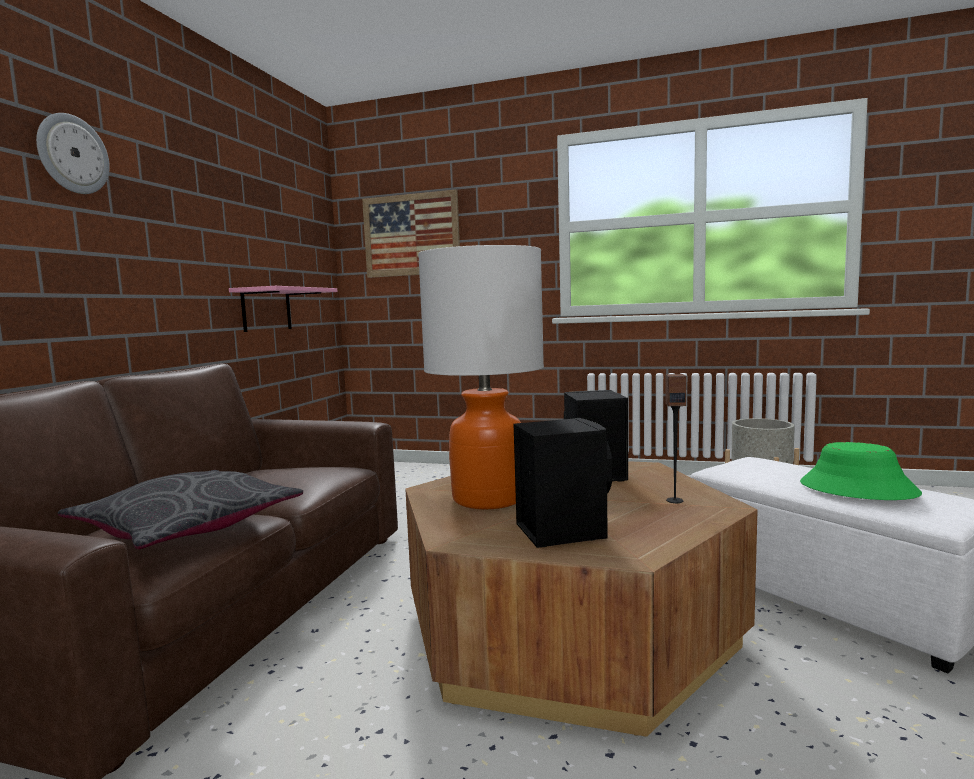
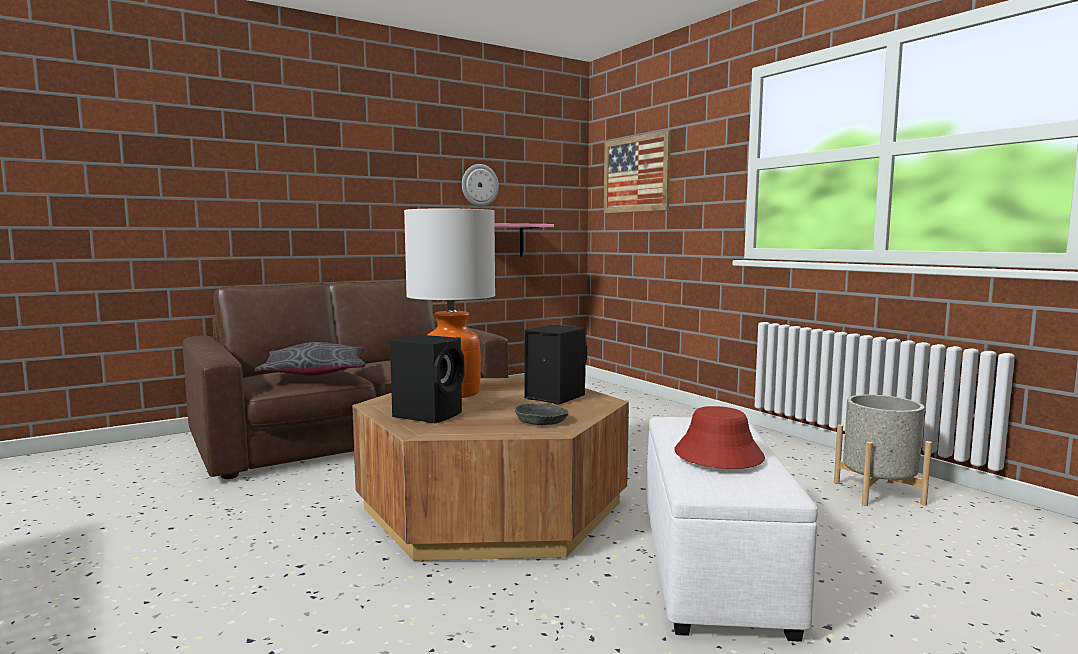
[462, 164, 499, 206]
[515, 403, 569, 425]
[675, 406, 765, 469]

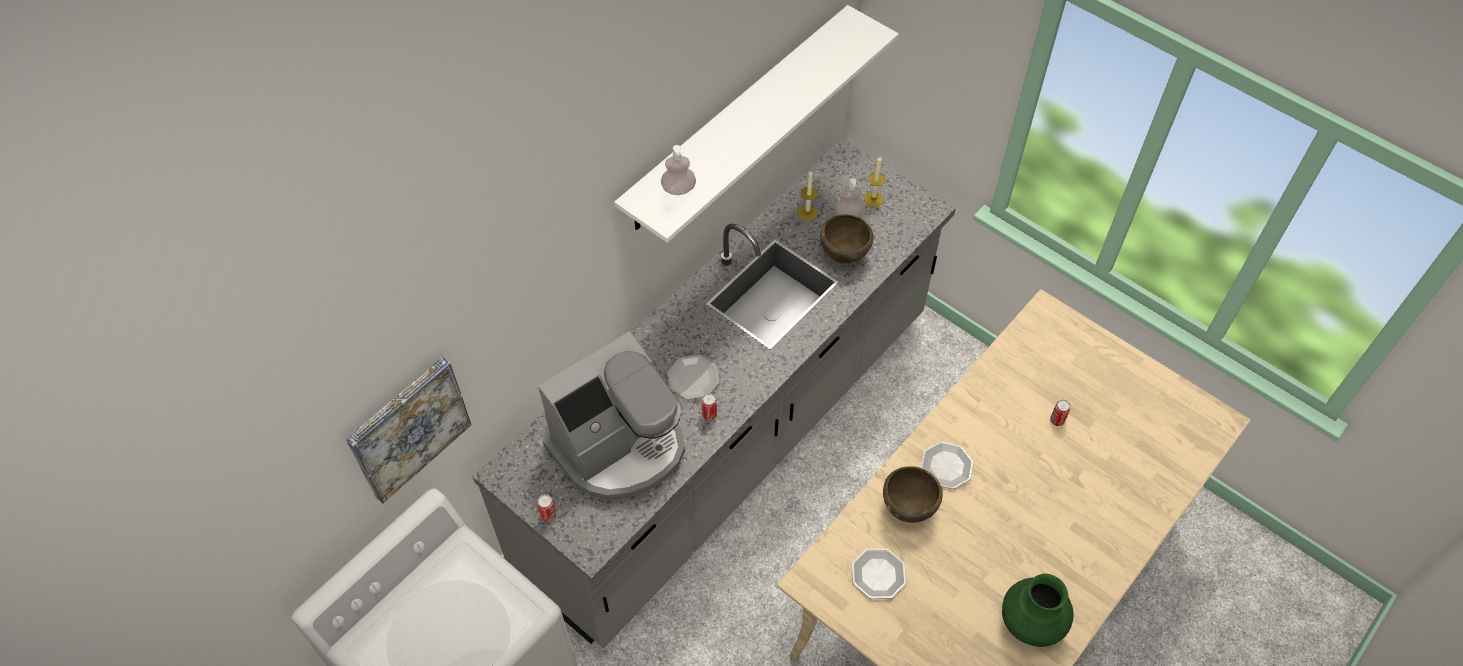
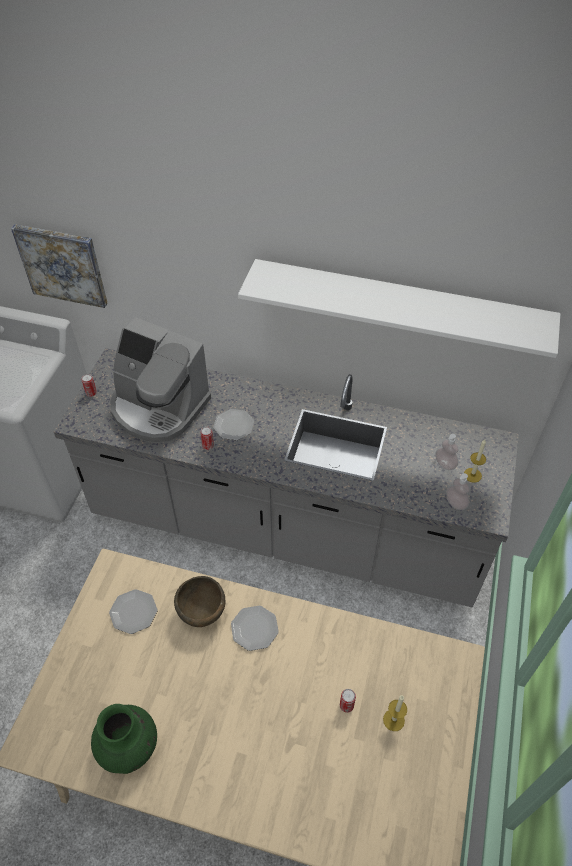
[820, 215, 873, 263] (first image)
[446, 473, 470, 510]
[383, 695, 407, 731]

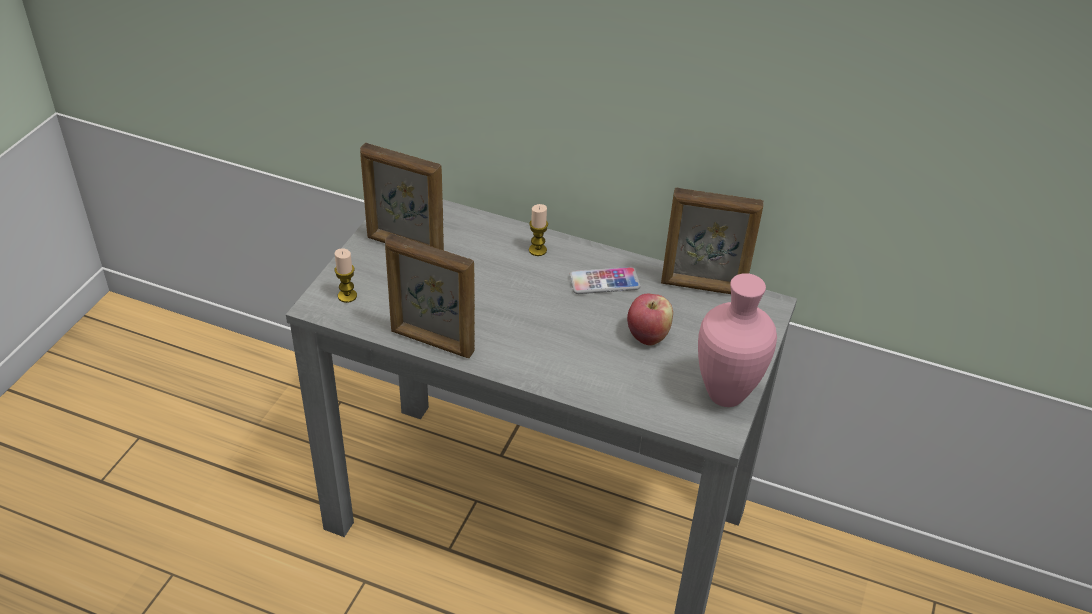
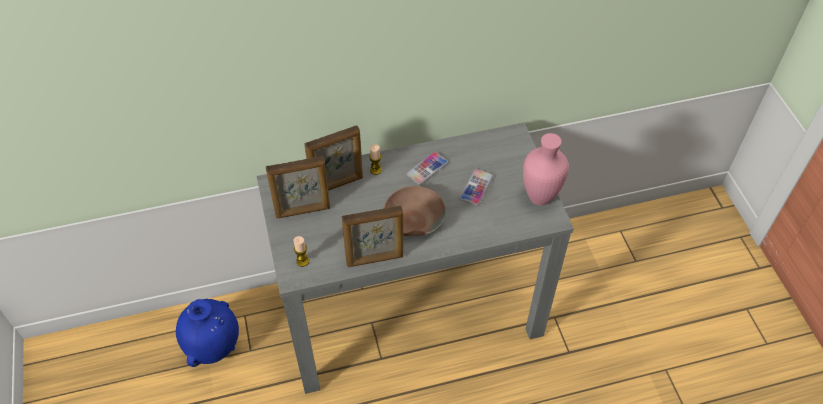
[176, 299, 239, 367]
[384, 186, 446, 236]
[304, 126, 363, 191]
[459, 169, 493, 206]

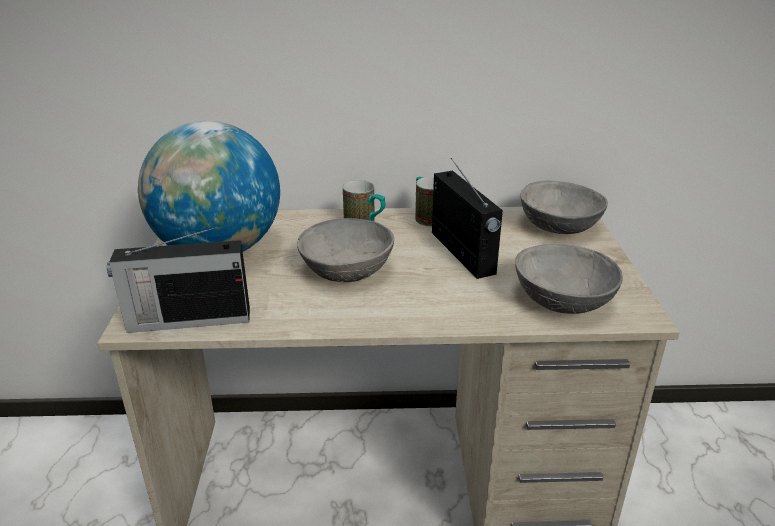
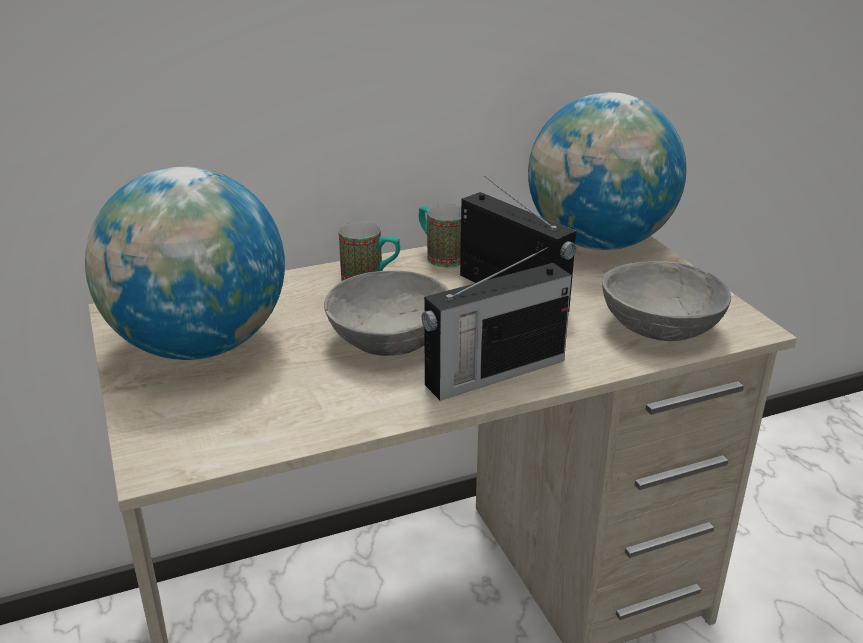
[422, 247, 572, 401]
[528, 92, 687, 250]

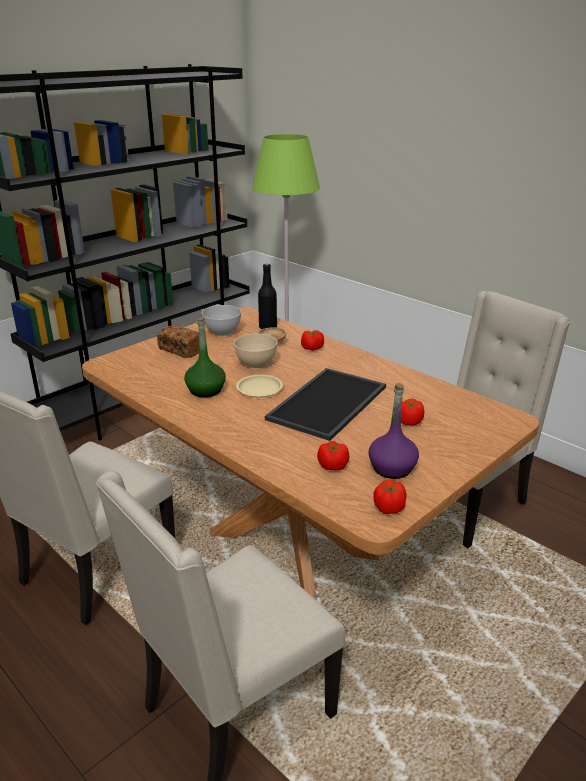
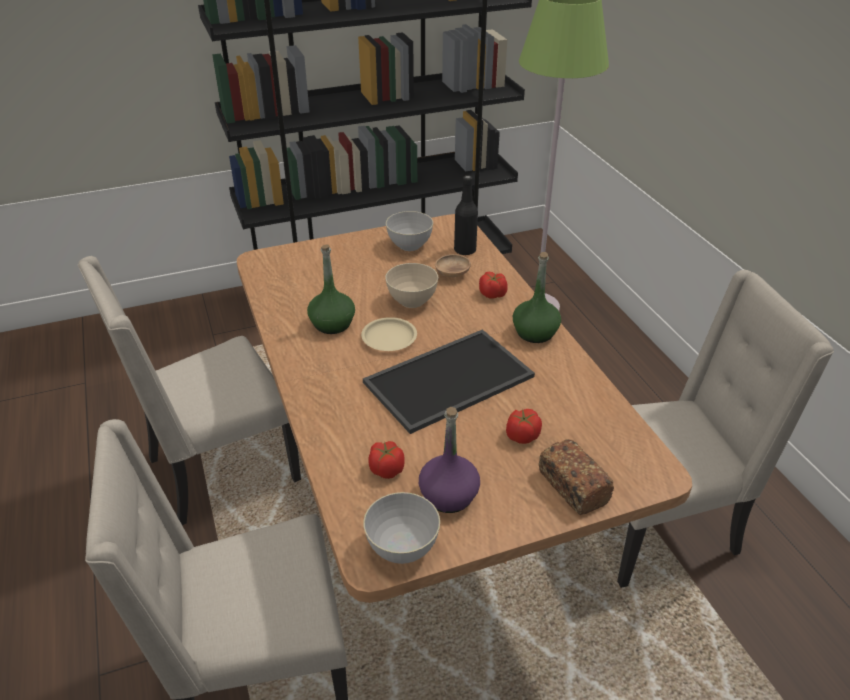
[513, 252, 561, 343]
[539, 439, 614, 515]
[363, 492, 440, 564]

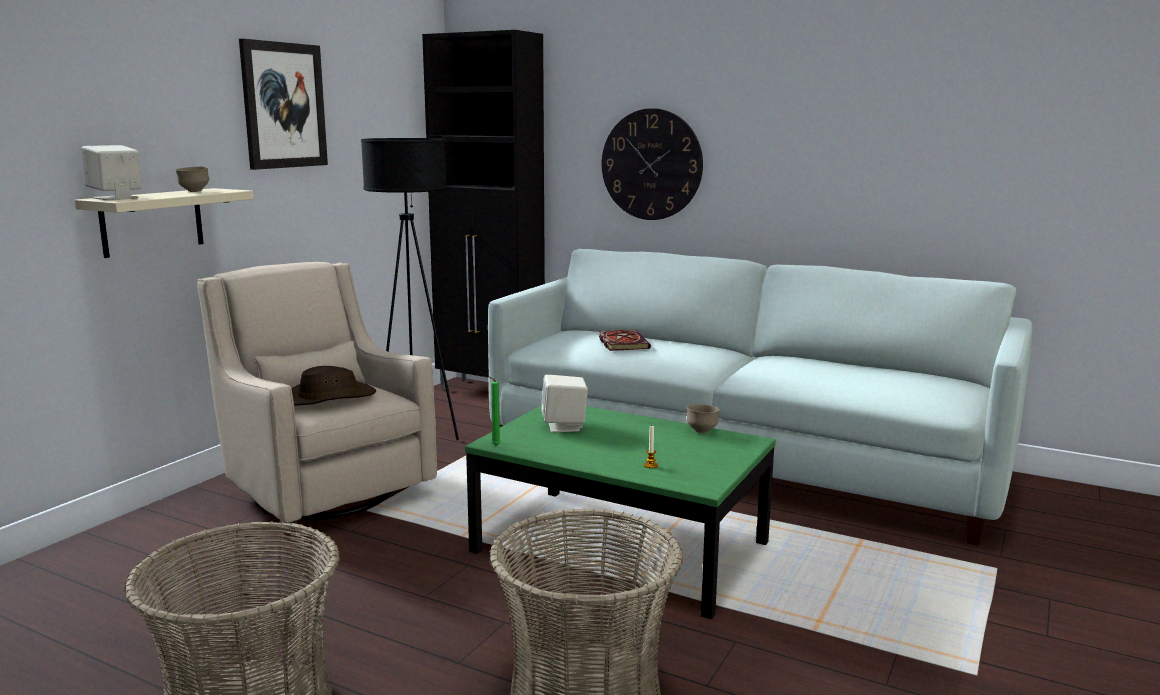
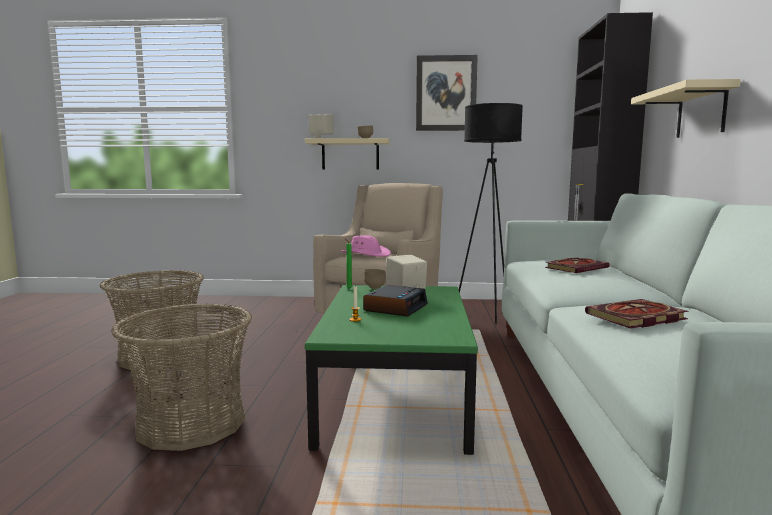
[363, 285, 428, 317]
[585, 299, 689, 329]
[364, 269, 386, 289]
[631, 79, 741, 138]
[341, 235, 391, 257]

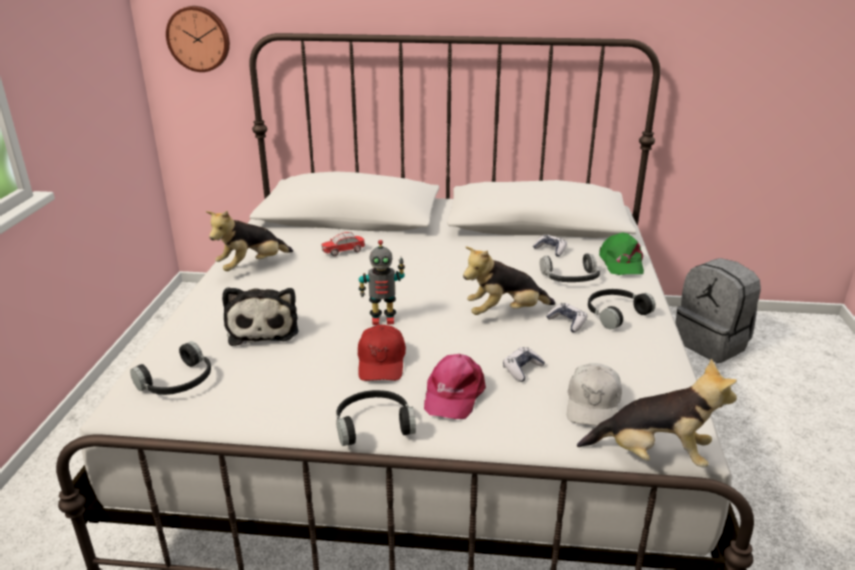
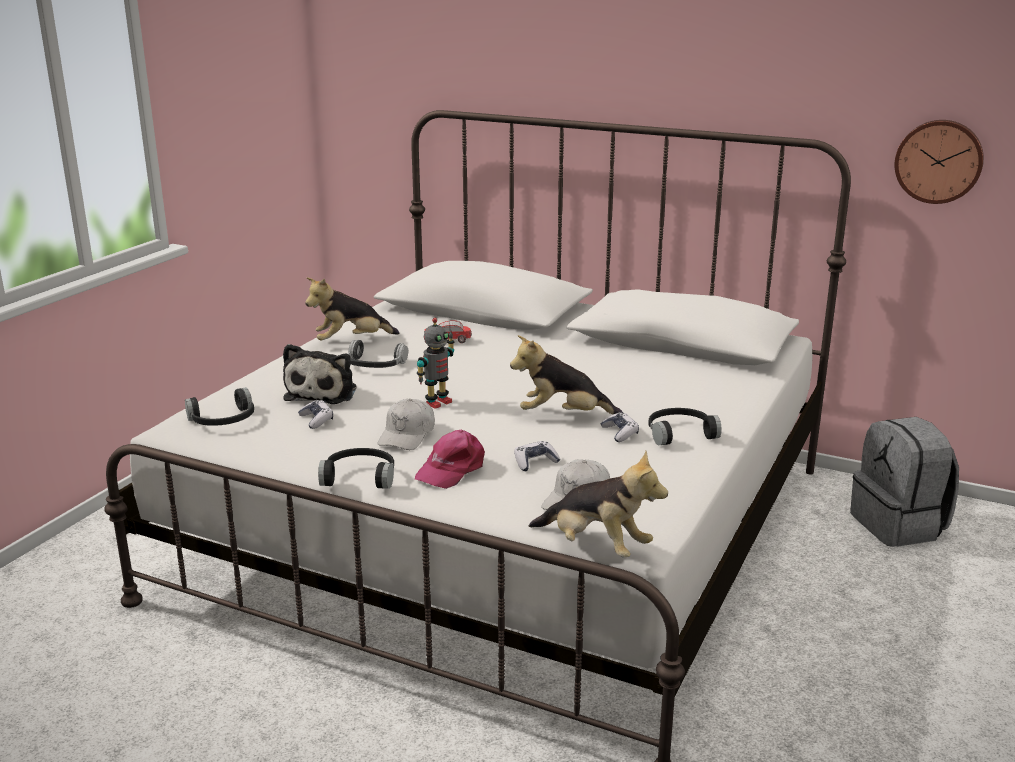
[599, 232, 644, 275] (first image)
[895, 120, 984, 204]
[298, 400, 333, 429]
[347, 340, 408, 368]
[377, 399, 435, 450]
[417, 318, 454, 409]

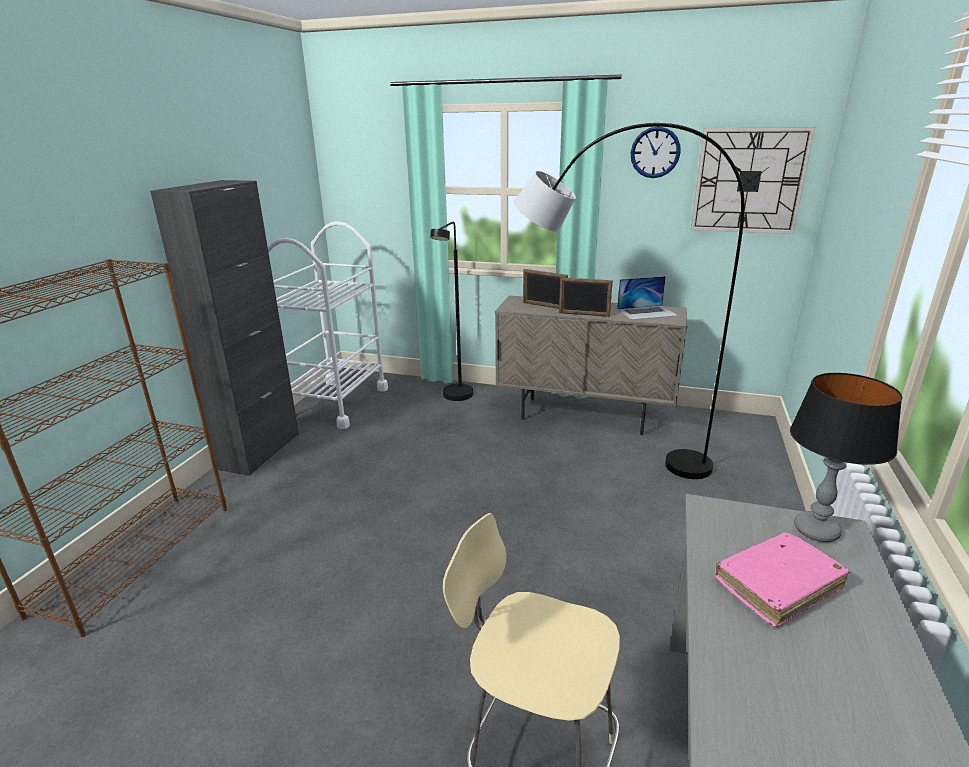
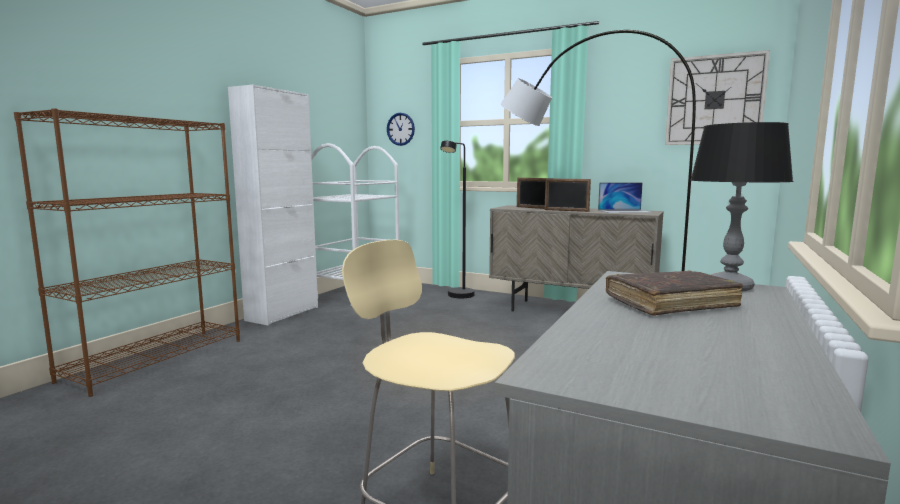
[387, 113, 415, 146]
[228, 85, 318, 325]
[606, 271, 744, 316]

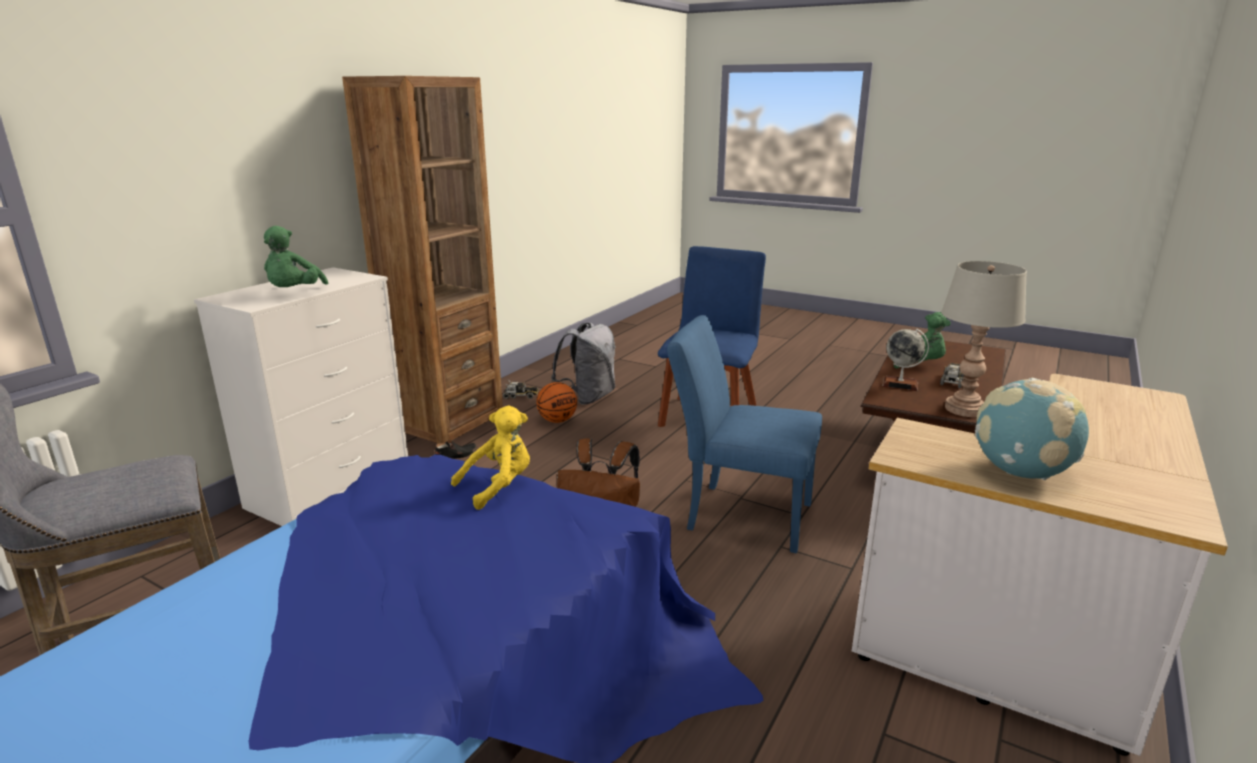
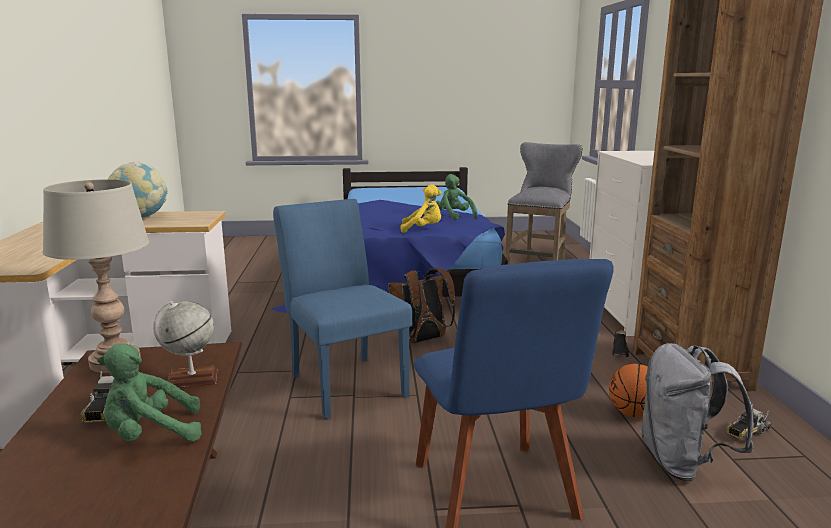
[436, 174, 478, 220]
[401, 184, 441, 233]
[273, 199, 412, 419]

